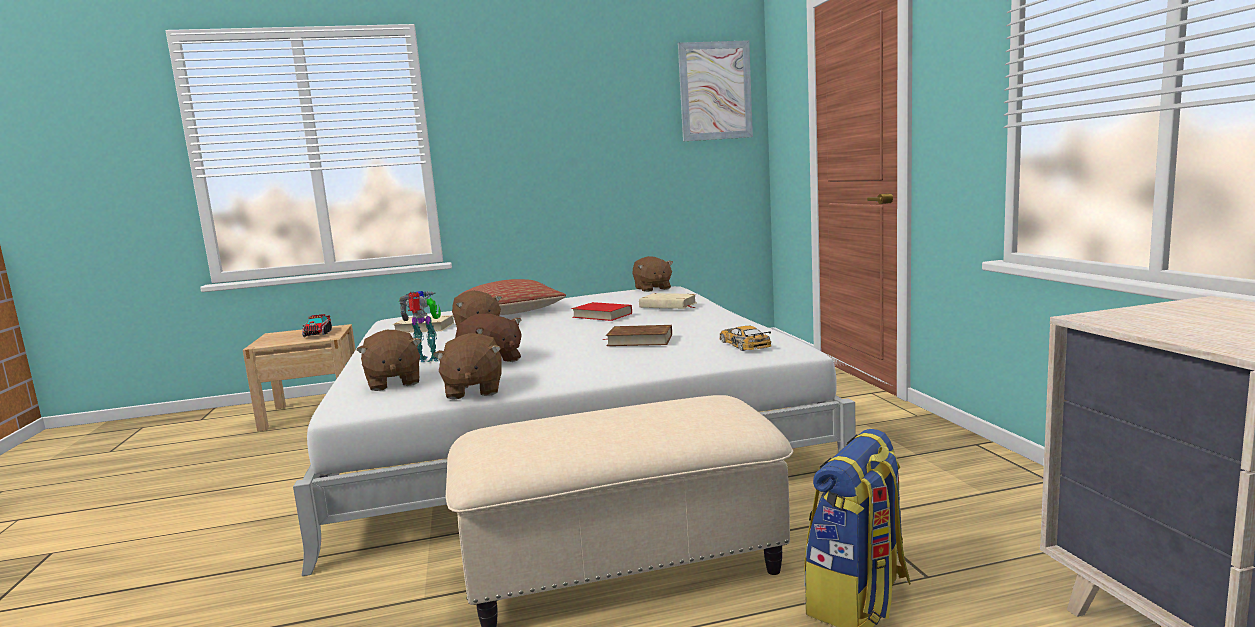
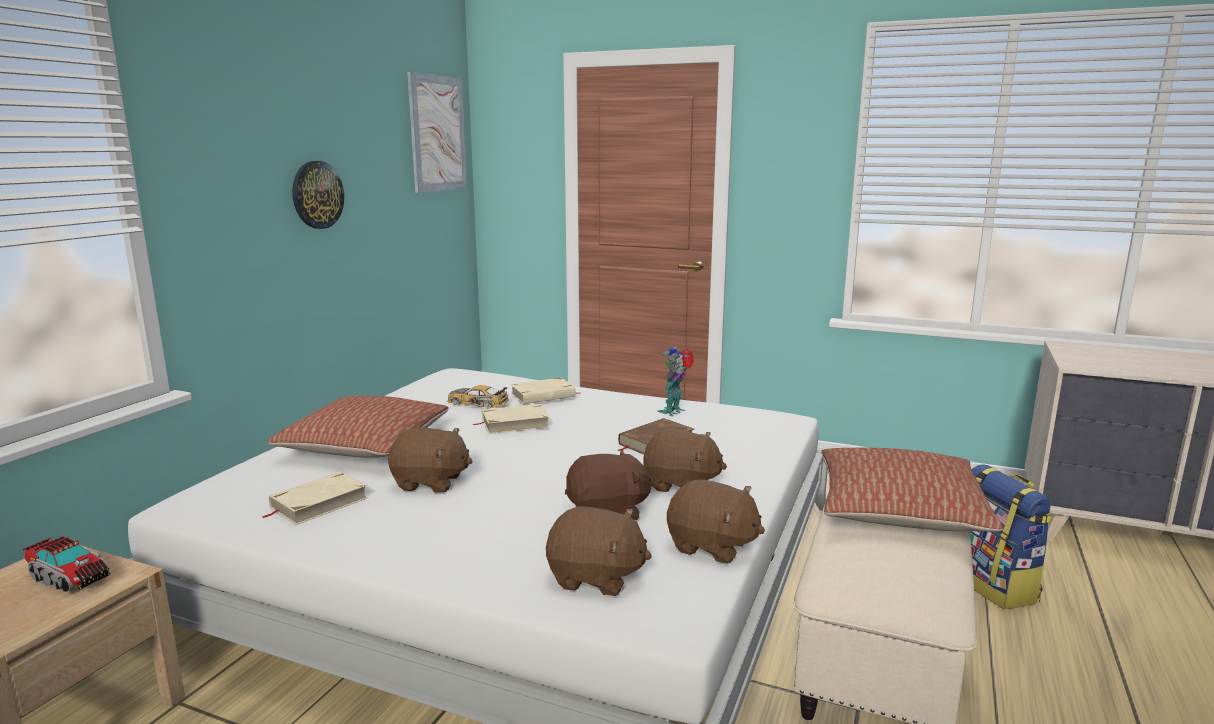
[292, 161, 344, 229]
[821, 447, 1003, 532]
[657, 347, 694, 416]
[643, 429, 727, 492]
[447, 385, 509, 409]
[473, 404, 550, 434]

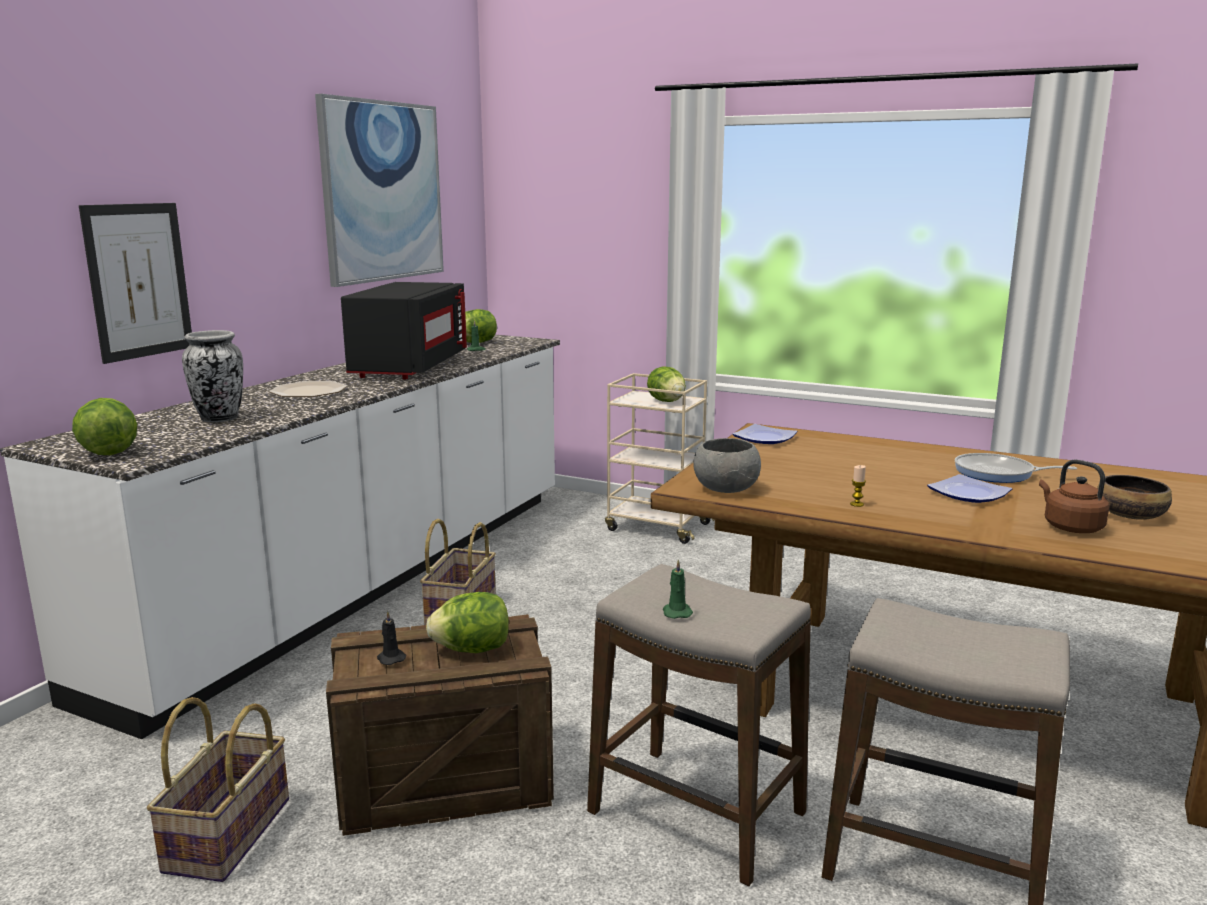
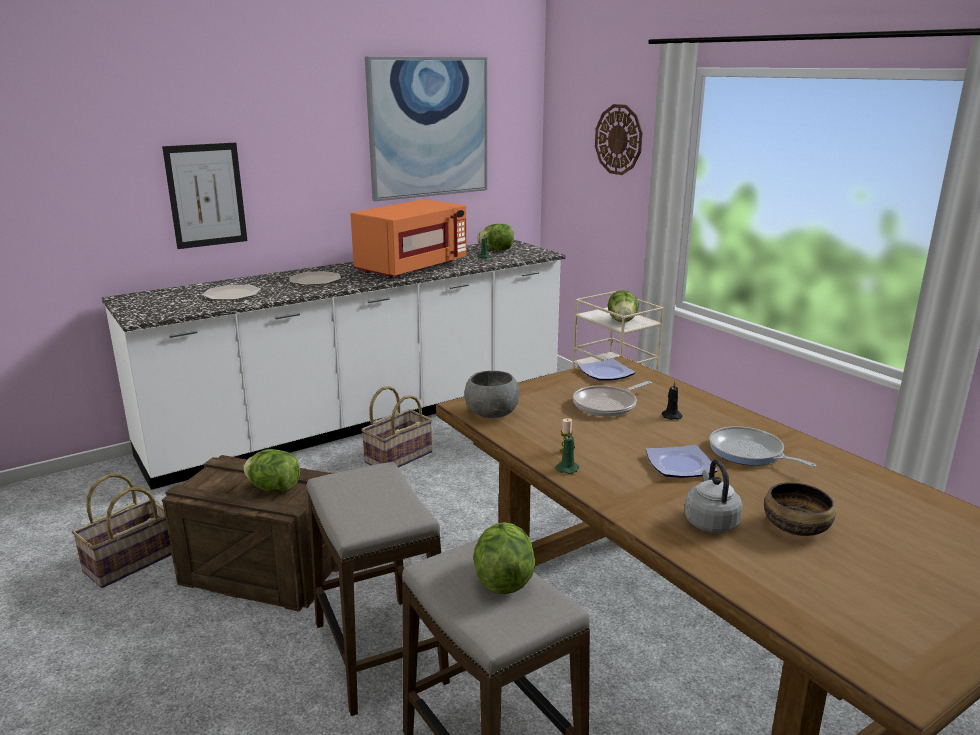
[573, 381, 652, 417]
[595, 104, 642, 175]
[473, 522, 535, 594]
[662, 381, 683, 420]
[555, 429, 579, 474]
[202, 285, 261, 300]
[350, 199, 467, 278]
[684, 459, 742, 533]

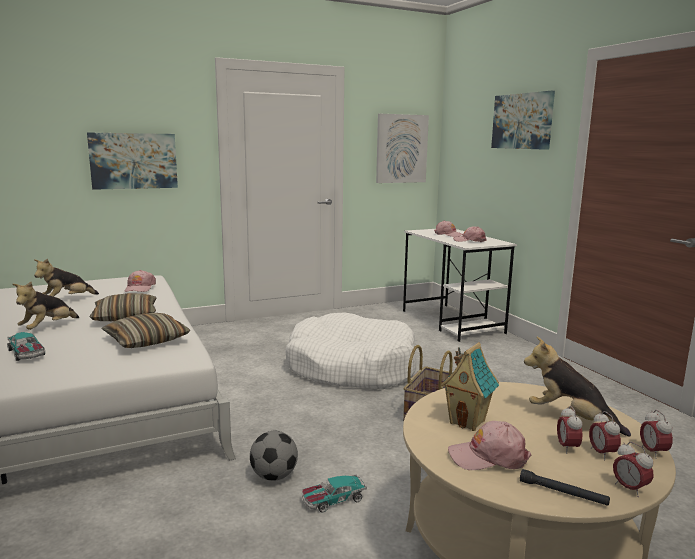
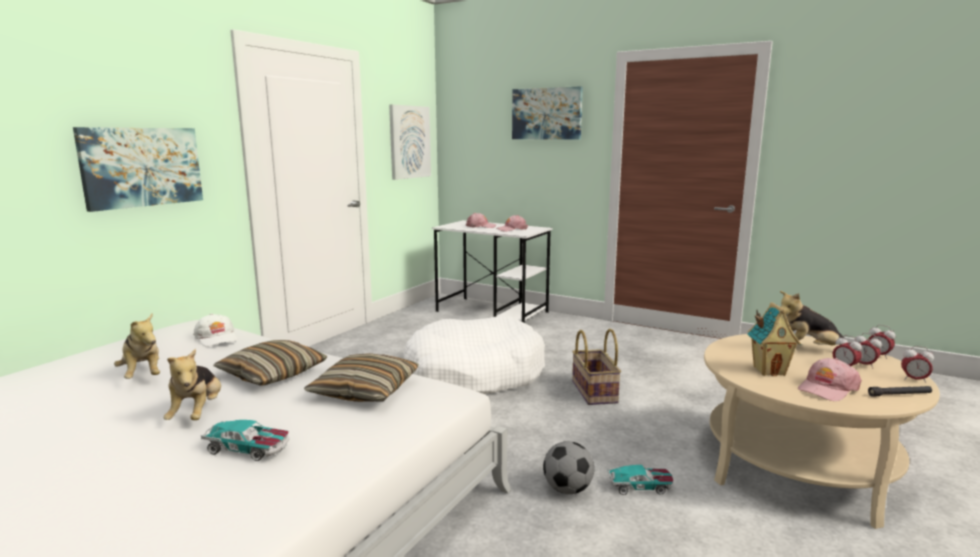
[193, 314, 238, 347]
[114, 314, 160, 379]
[608, 465, 673, 495]

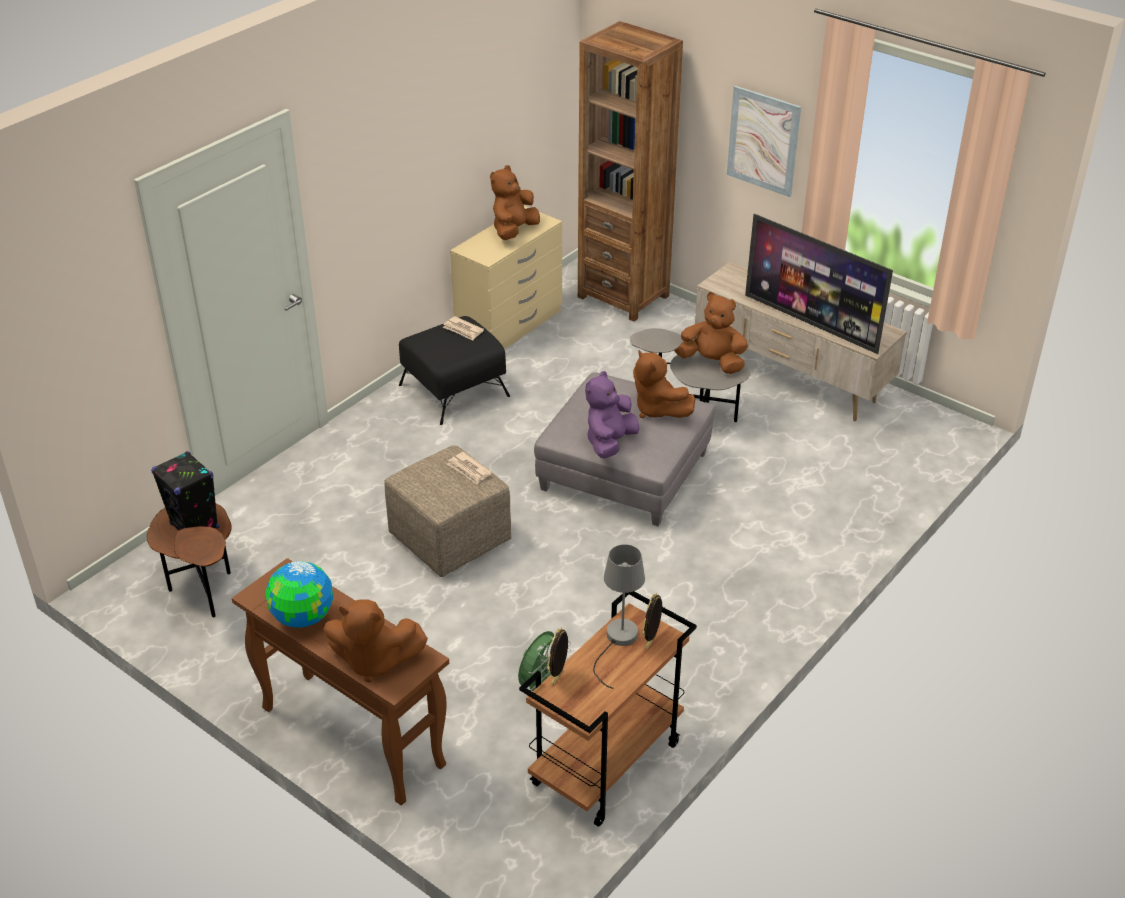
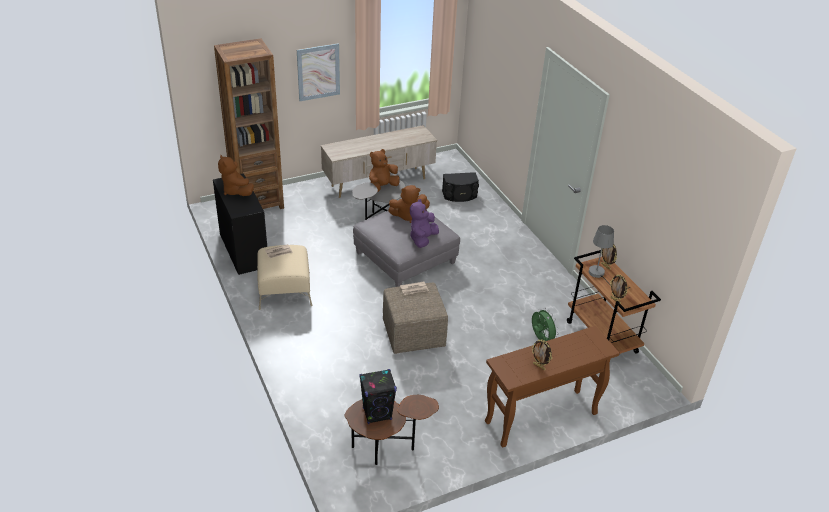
[323, 599, 428, 683] (first image)
[745, 214, 893, 354] (first image)
[442, 172, 479, 202]
[531, 340, 552, 370]
[257, 245, 312, 310]
[213, 173, 267, 275]
[410, 199, 439, 248]

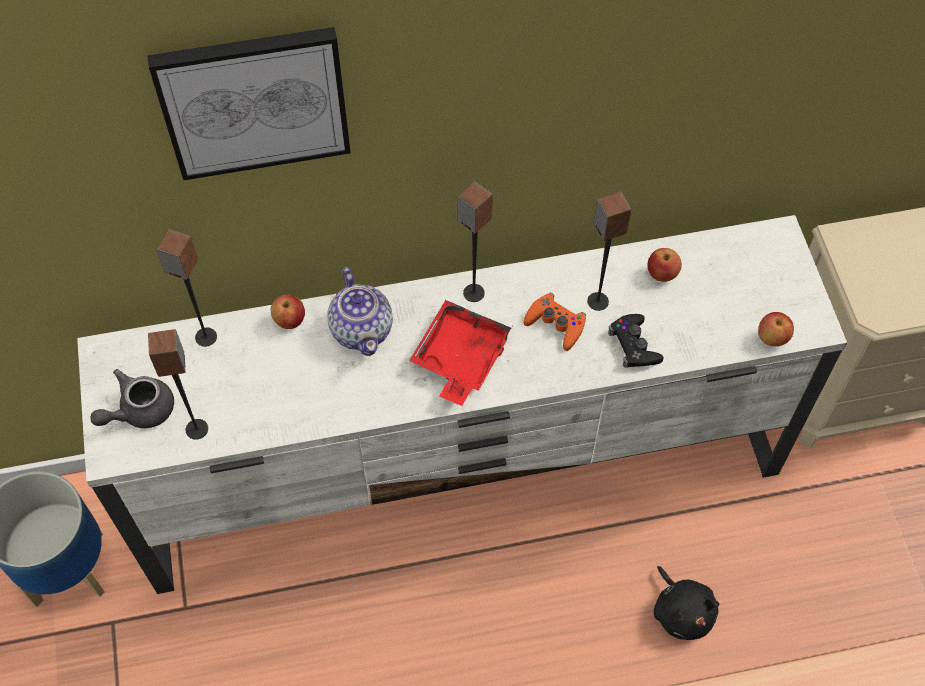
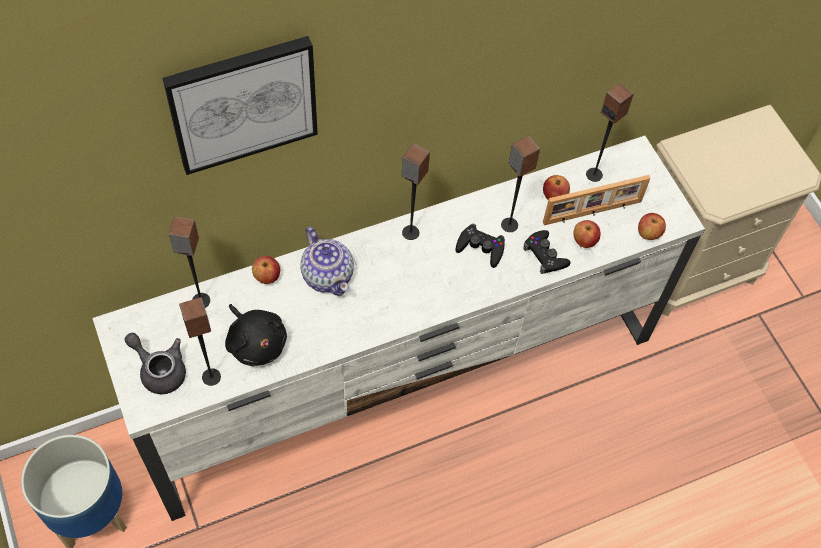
[409, 300, 512, 406] (first image)
[543, 175, 651, 225]
[573, 220, 601, 248]
[586, 83, 634, 182]
[225, 304, 287, 366]
[456, 223, 505, 268]
[125, 333, 186, 394]

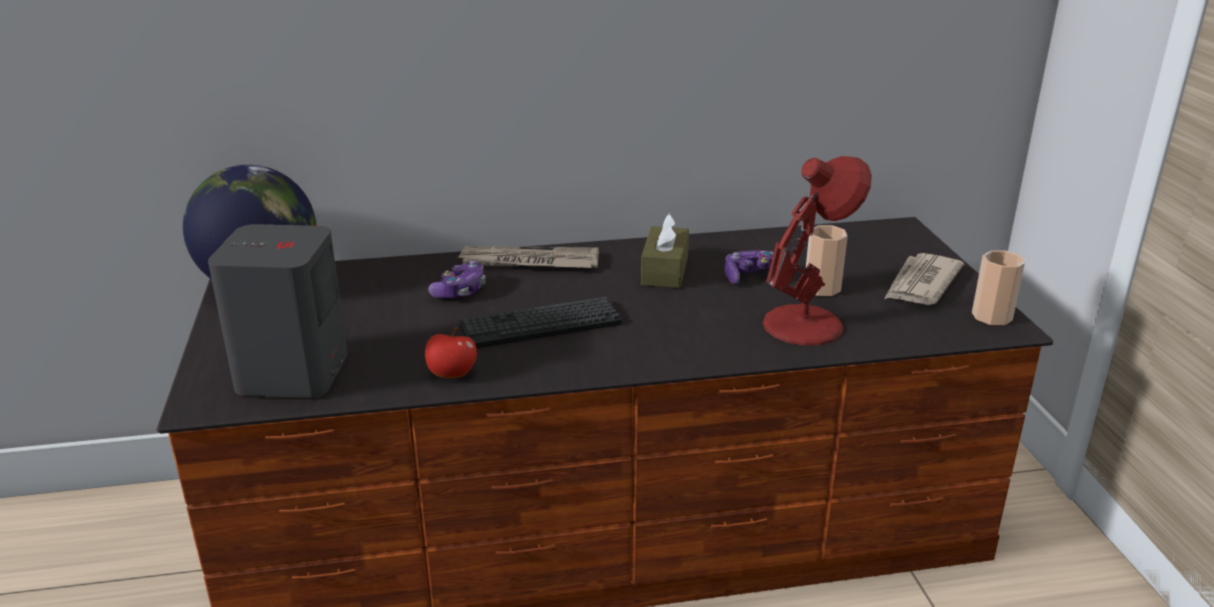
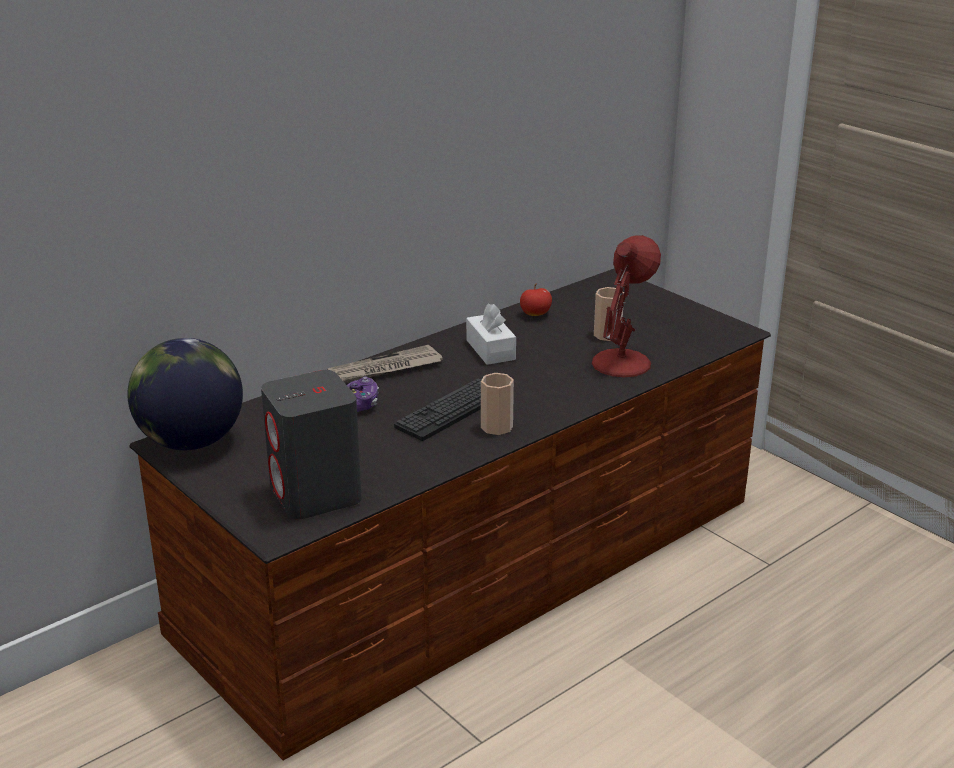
[725, 250, 774, 284] (first image)
[885, 253, 964, 305] (first image)
[520, 284, 552, 316]
[481, 373, 514, 435]
[466, 304, 516, 365]

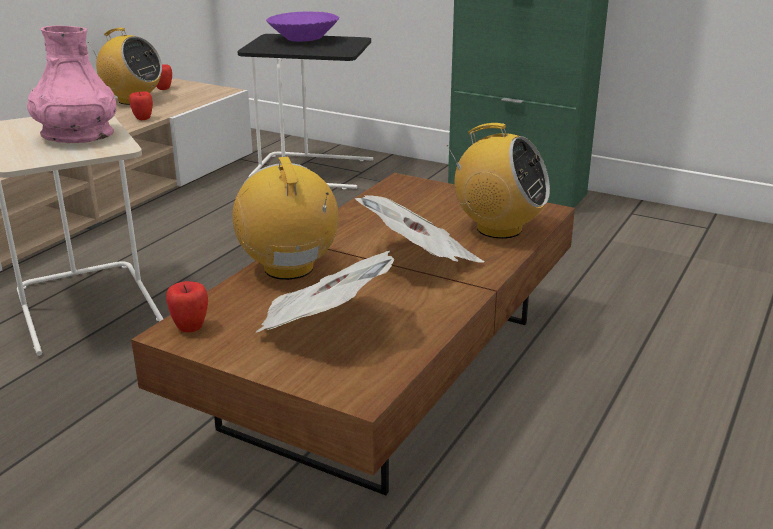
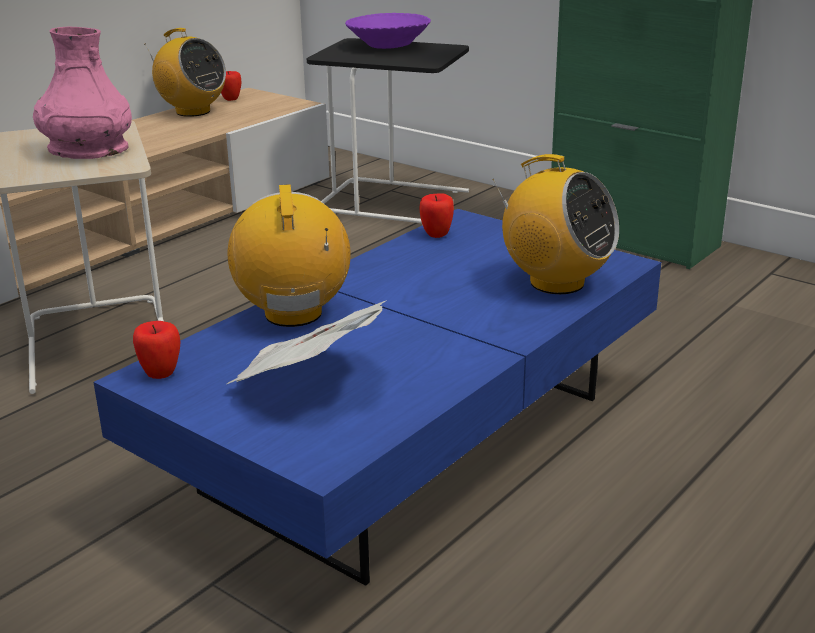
[355, 195, 484, 263] (first image)
[419, 193, 454, 238]
[94, 209, 661, 586]

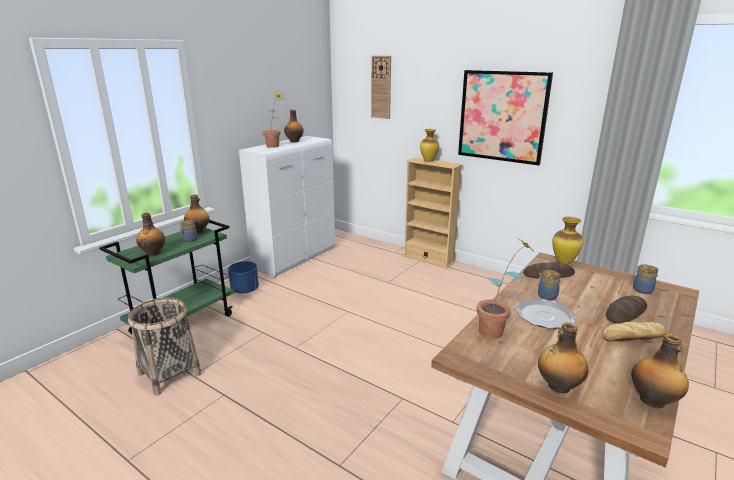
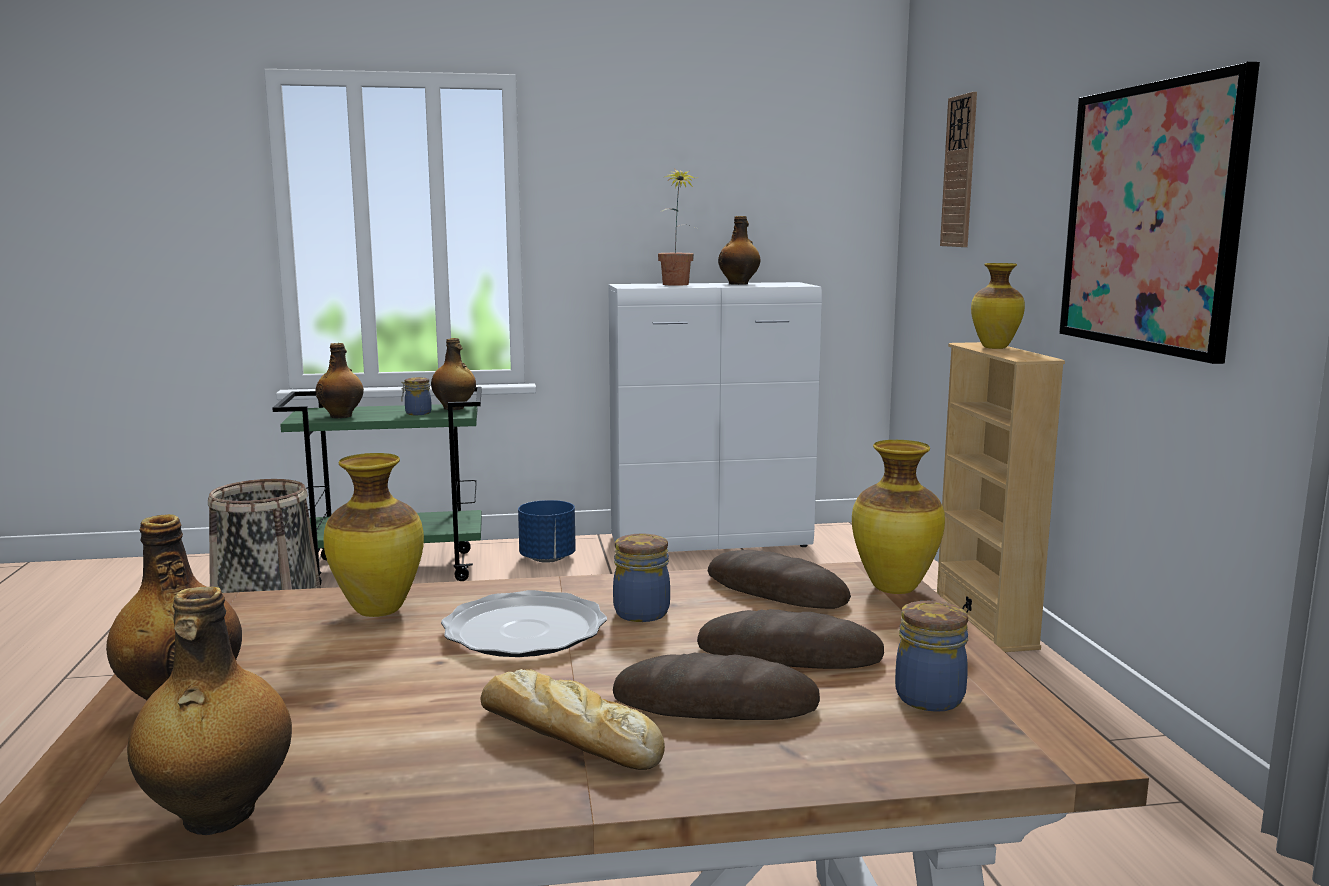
[697, 609, 884, 669]
[323, 453, 424, 617]

